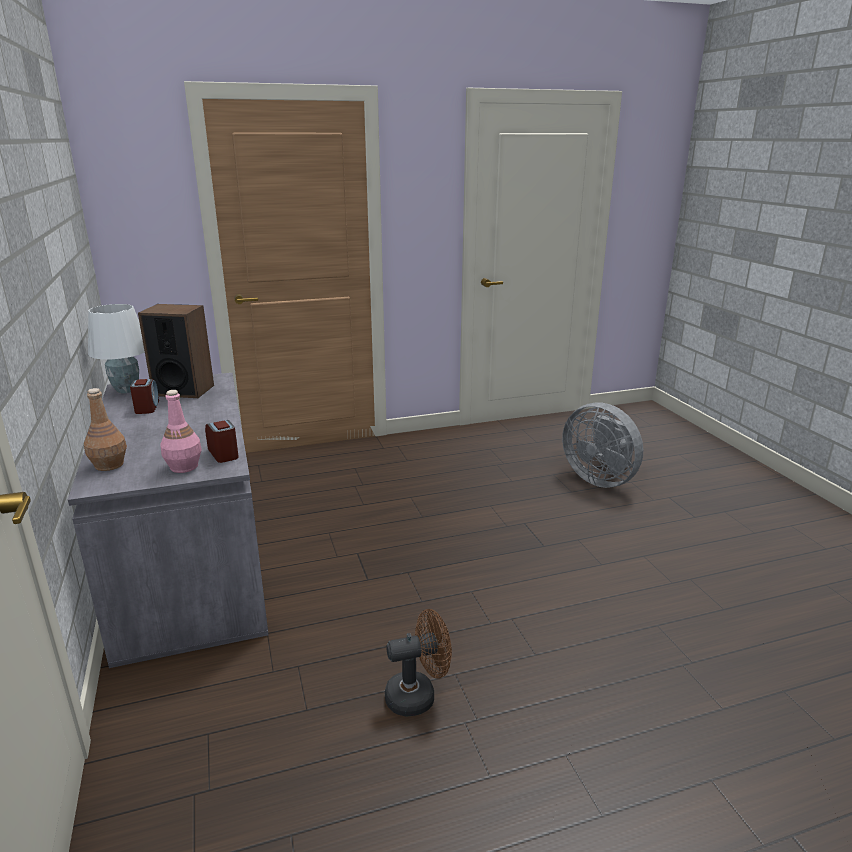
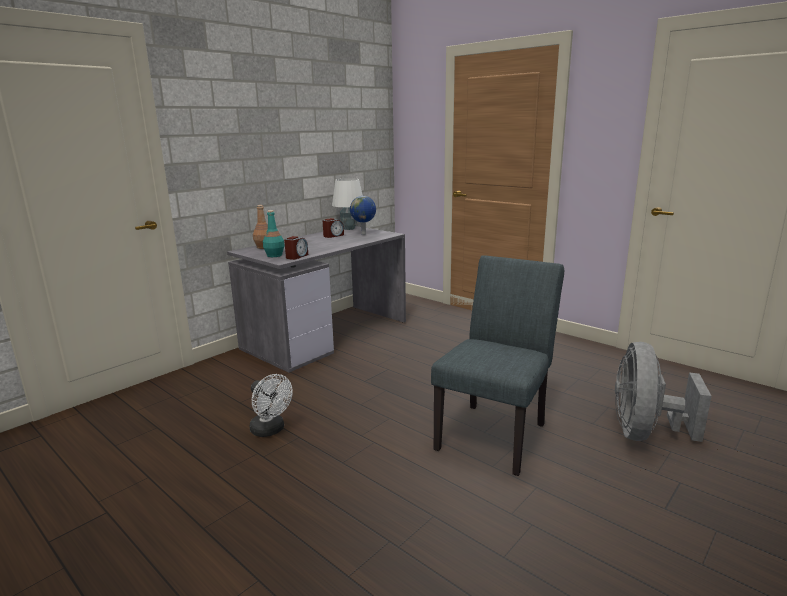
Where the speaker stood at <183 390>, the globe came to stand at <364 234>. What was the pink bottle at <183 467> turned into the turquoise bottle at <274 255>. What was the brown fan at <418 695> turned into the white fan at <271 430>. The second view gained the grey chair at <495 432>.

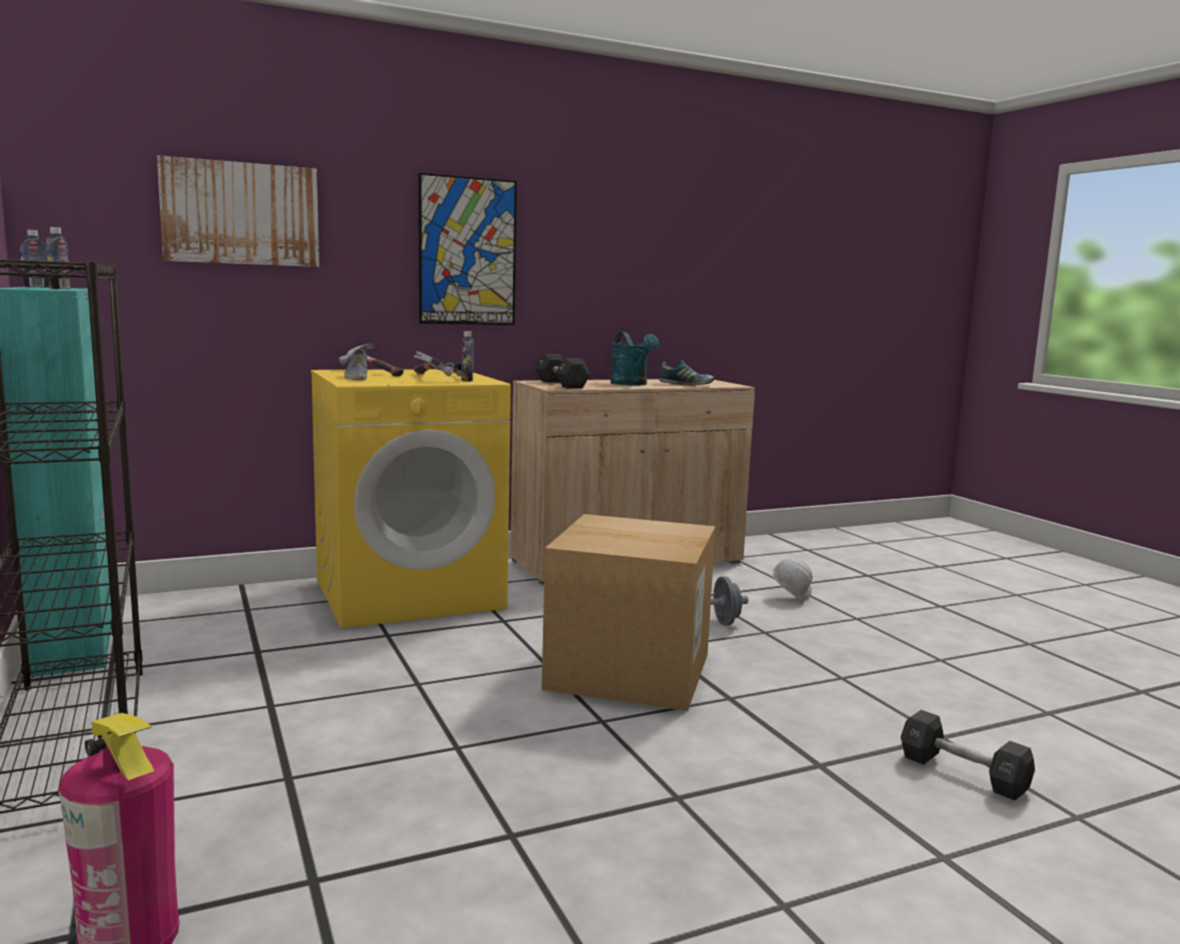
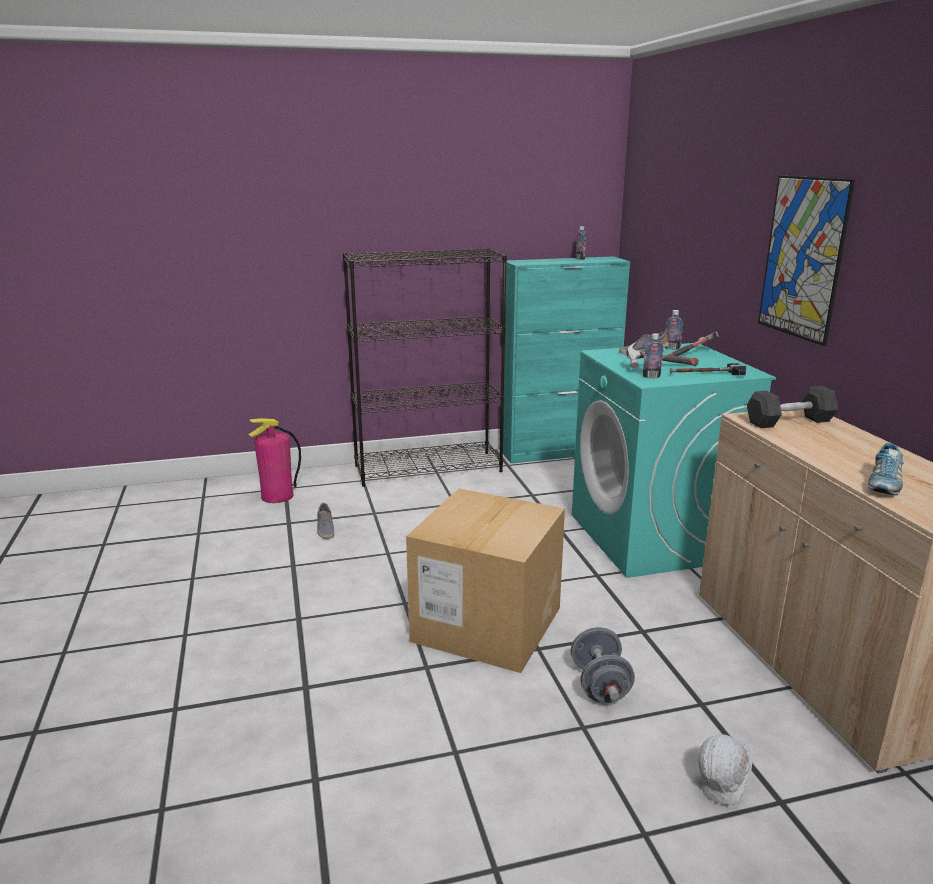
The bottle ended up elsewhere, having gone from <60 289> to <672 348>. The second view lost the picture at <241 214>. What was the yellow washing machine at <409 593> turned into the turquoise washing machine at <654 537>. The second view lost the turquoise watering can at <632 384>. The second view lost the black dumbbell at <963 773>. The second view gained the shoe at <325 529>.

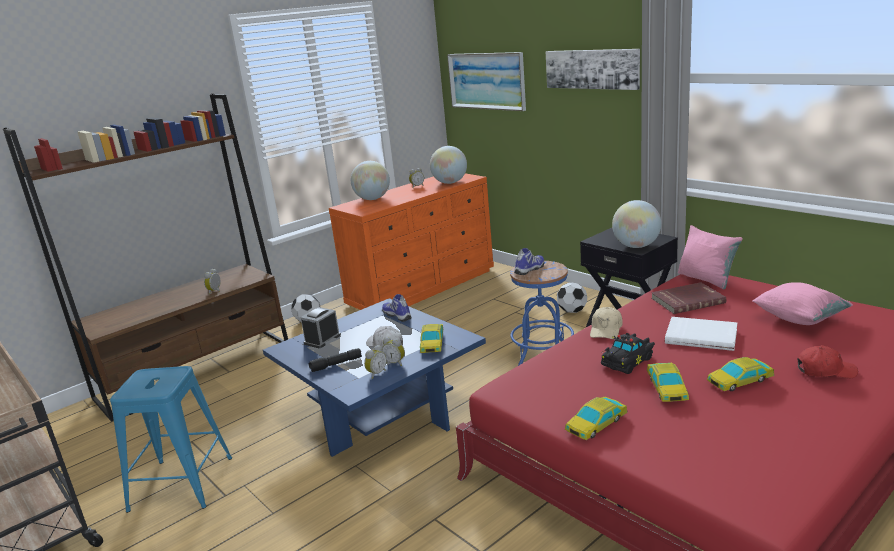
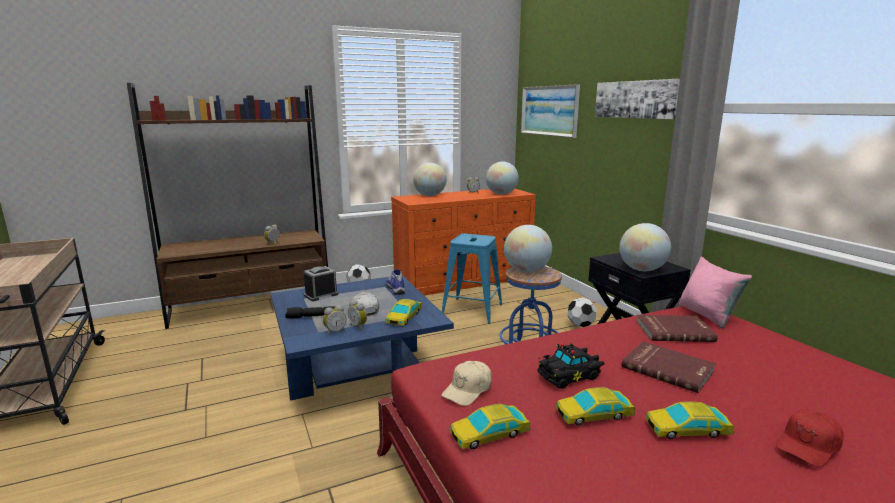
The blue stool ended up elsewhere, having gone from <181 483> to <472 310>. Where the shoe stood at <530 269>, the globe came to stand at <526 271>. The beige cap ended up elsewhere, having gone from <606 330> to <468 390>. The toy car at <667 387> ended up facing another way, 60 degrees clockwise from before. What was the white book at <701 336> turned into the red book at <668 368>. The second view lost the pink pillow at <799 319>. The red cap at <825 370> ended up facing another way, 120 degrees clockwise from before.

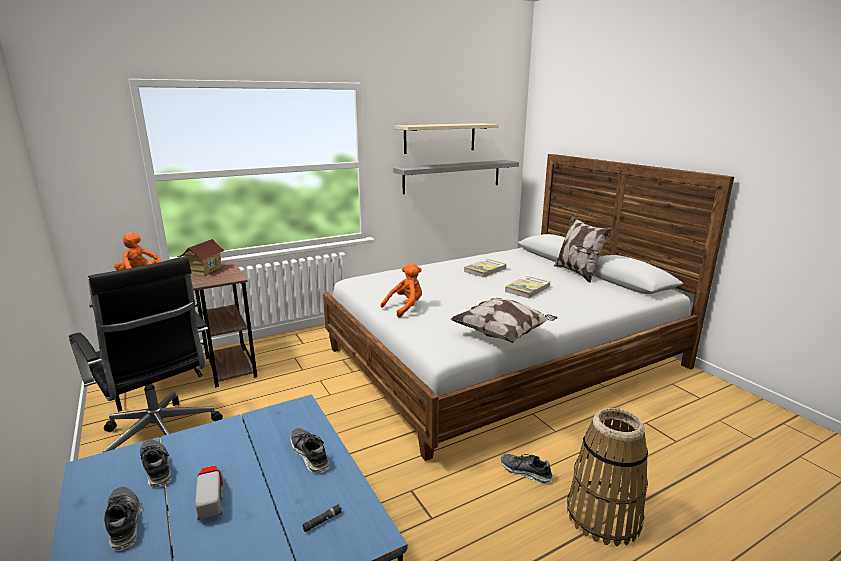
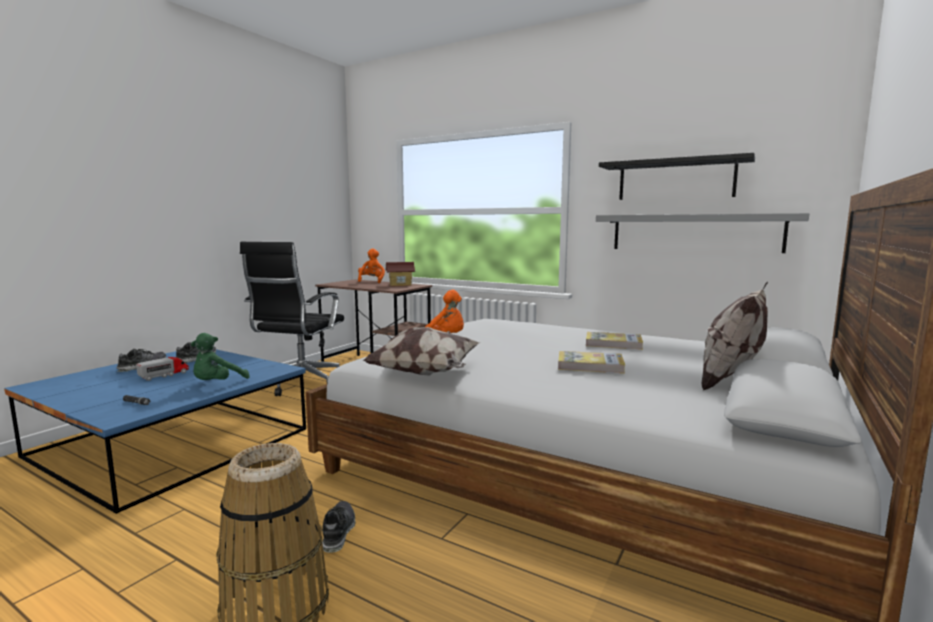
Where the shoe stood at <309 455>, the green plush toy came to stand at <217 384>. What was the beige shelf at <440 138> turned into the black shelf at <675 180>.

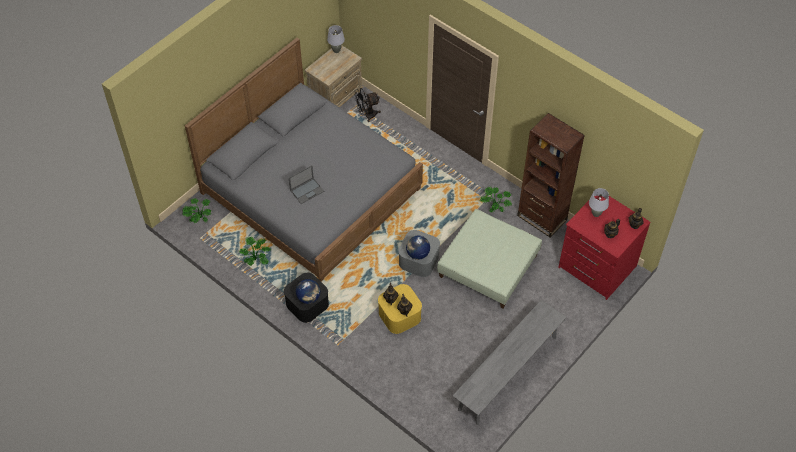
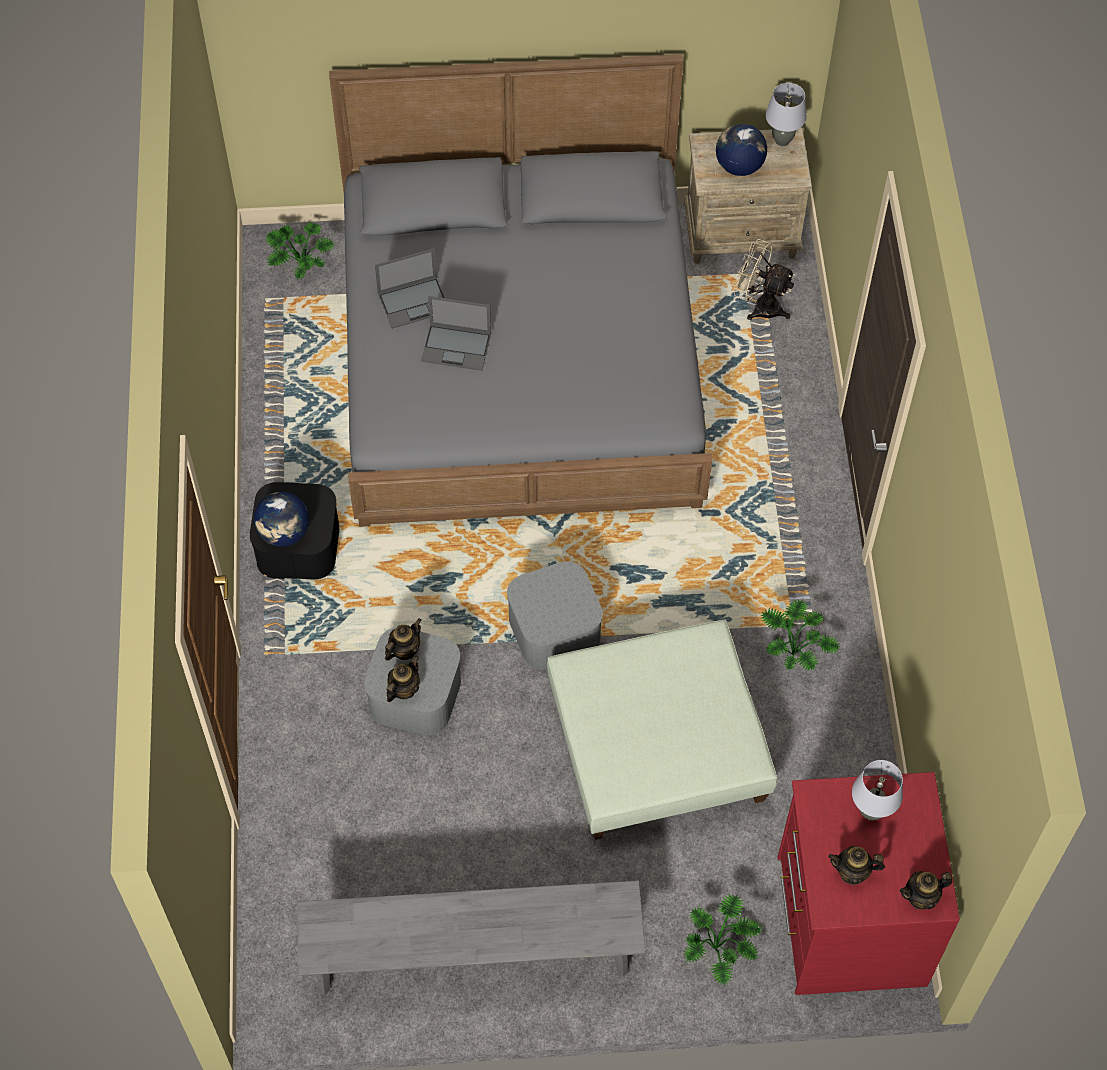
The potted plant ended up elsewhere, having gone from <256 259> to <720 949>. What was the black fan at <367 115> turned into the beige fan at <760 306>. What was the yellow storage box at <399 315> turned into the grey storage box at <415 694>. The globe ended up elsewhere, having gone from <417 254> to <739 166>. The second view lost the brown bookcase at <542 218>. The second view gained the laptop at <414 302>.

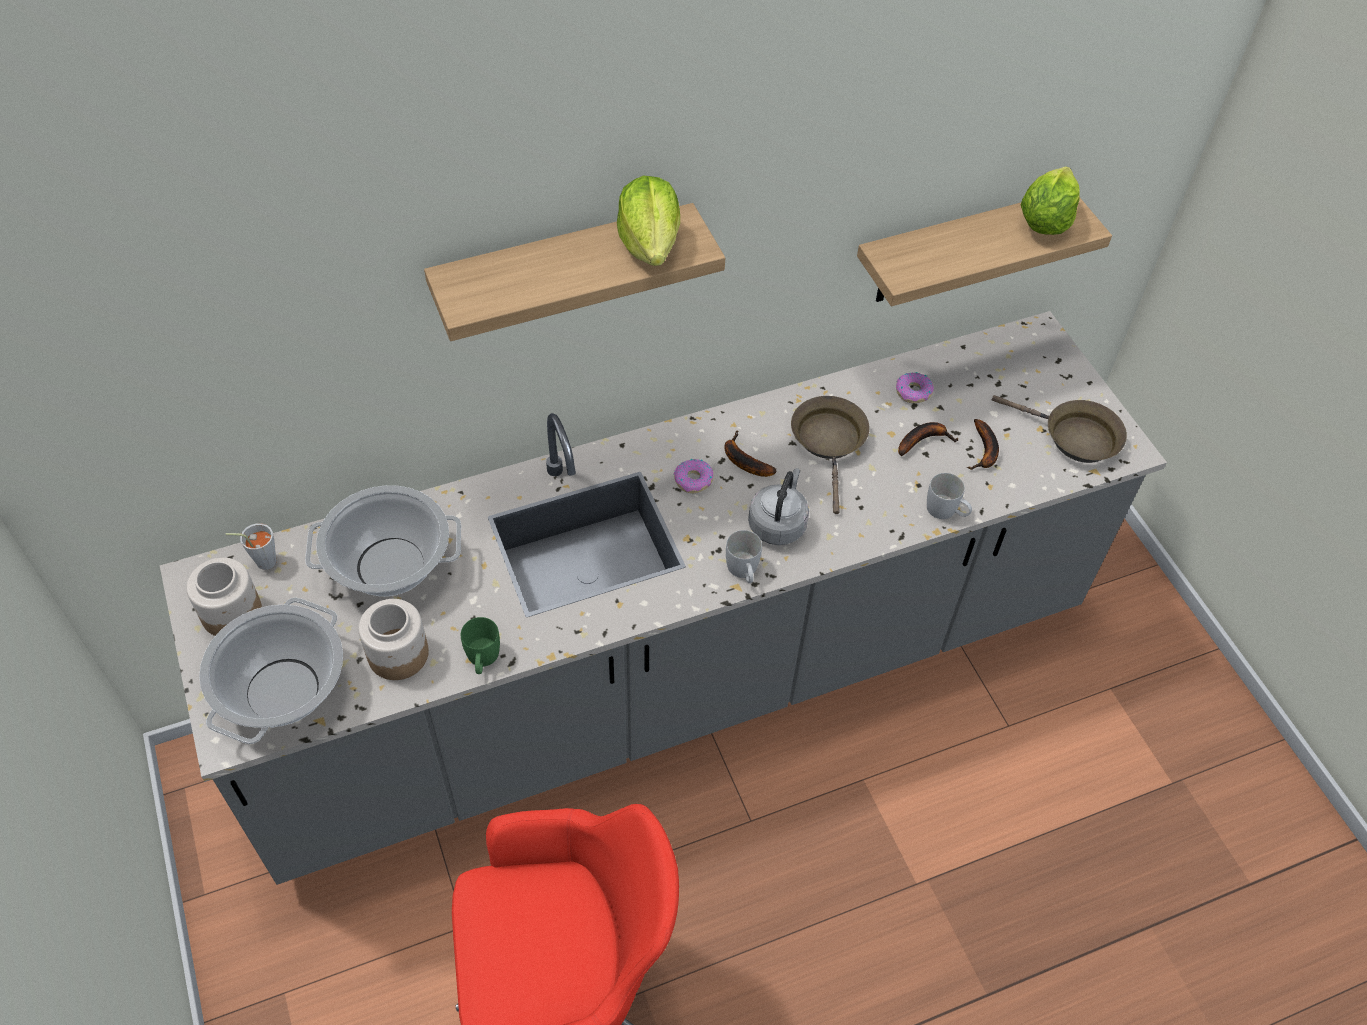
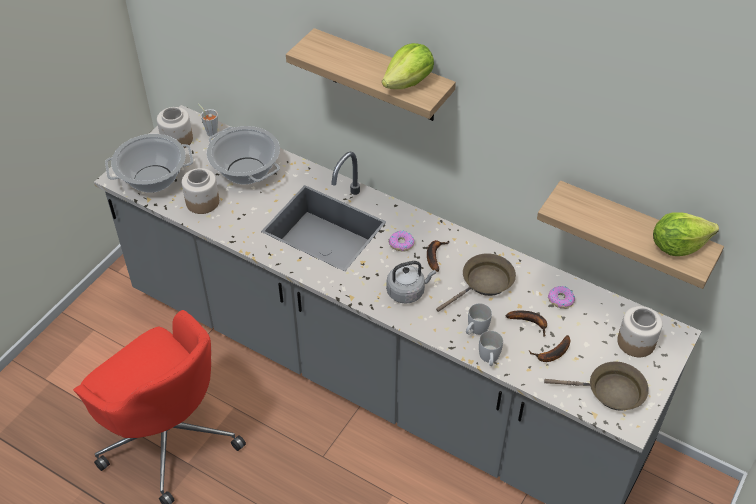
The second view lost the green mug at <482 660>. The white mug ended up elsewhere, having gone from <743 571> to <475 330>. The brown frying pan at <1074 437> ended up facing another way, 75 degrees counterclockwise from before. The second view gained the jar at <635 342>.

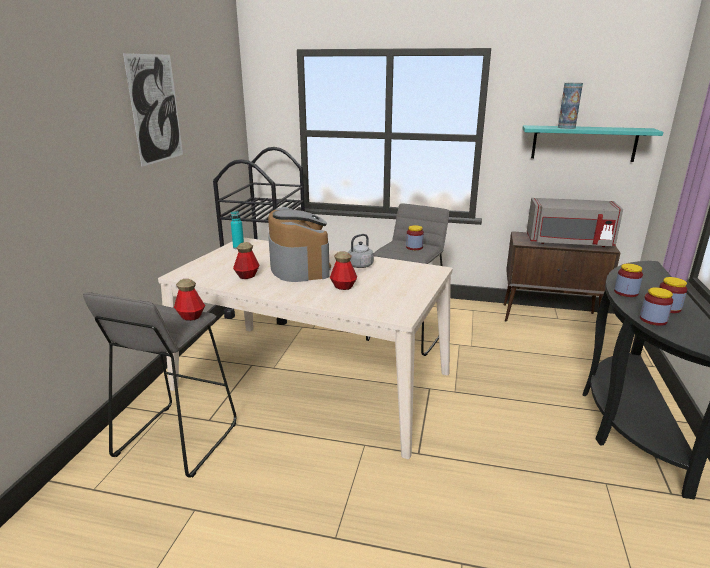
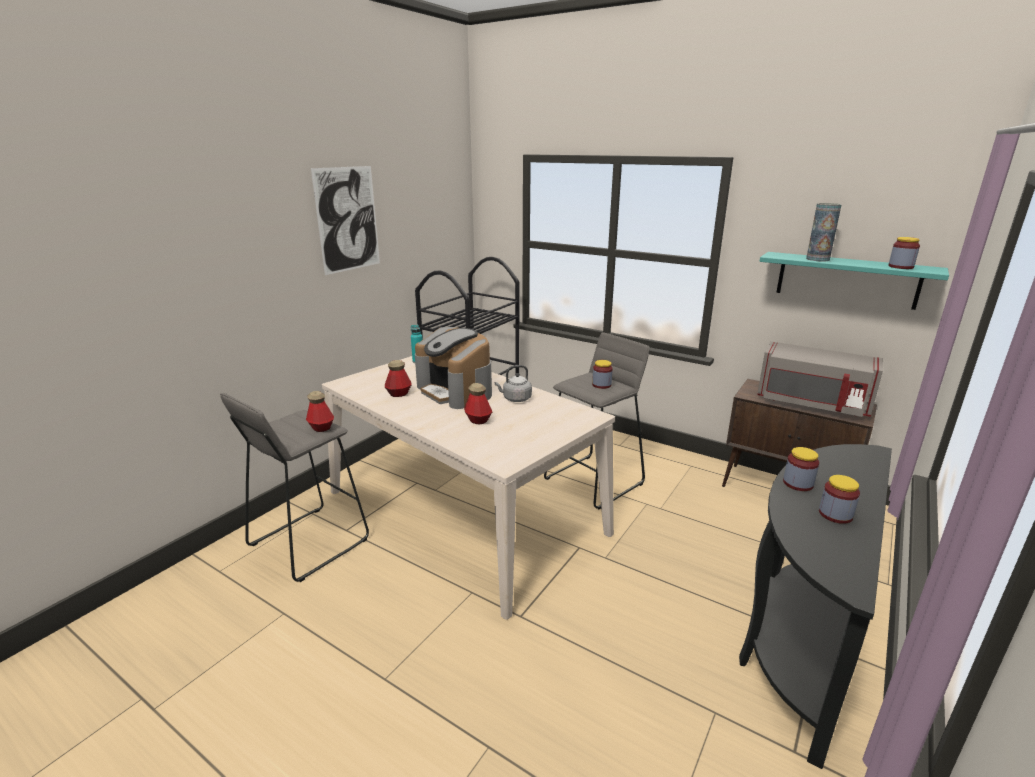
The coffee machine at <299 266> ended up facing another way, 135 degrees clockwise from before. The jar ended up elsewhere, having gone from <653 320> to <900 267>.

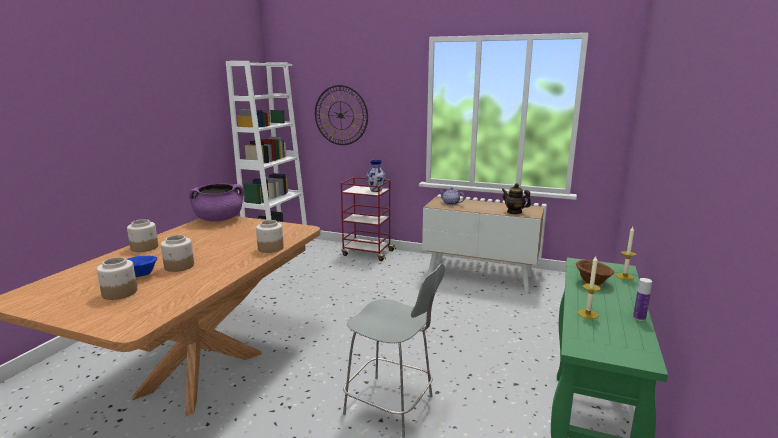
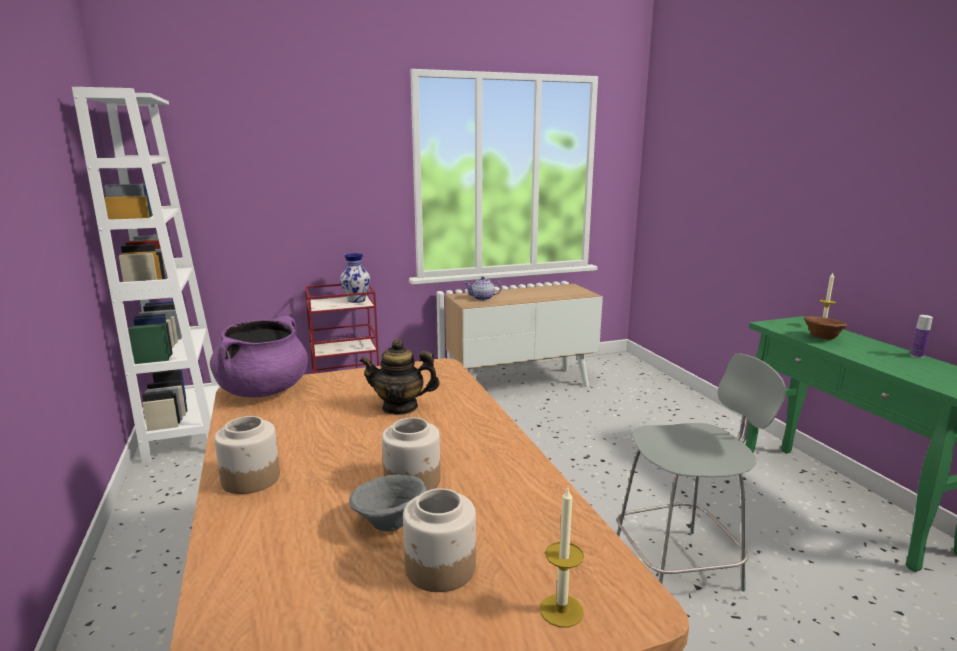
What was the blue bowl at <140 275> turned into the grey bowl at <390 524>. The second view lost the jar at <270 248>. The second view lost the wall clock at <341 115>. The teapot ended up elsewhere, having gone from <514 212> to <400 407>. The candle ended up elsewhere, having gone from <587 314> to <561 610>.

